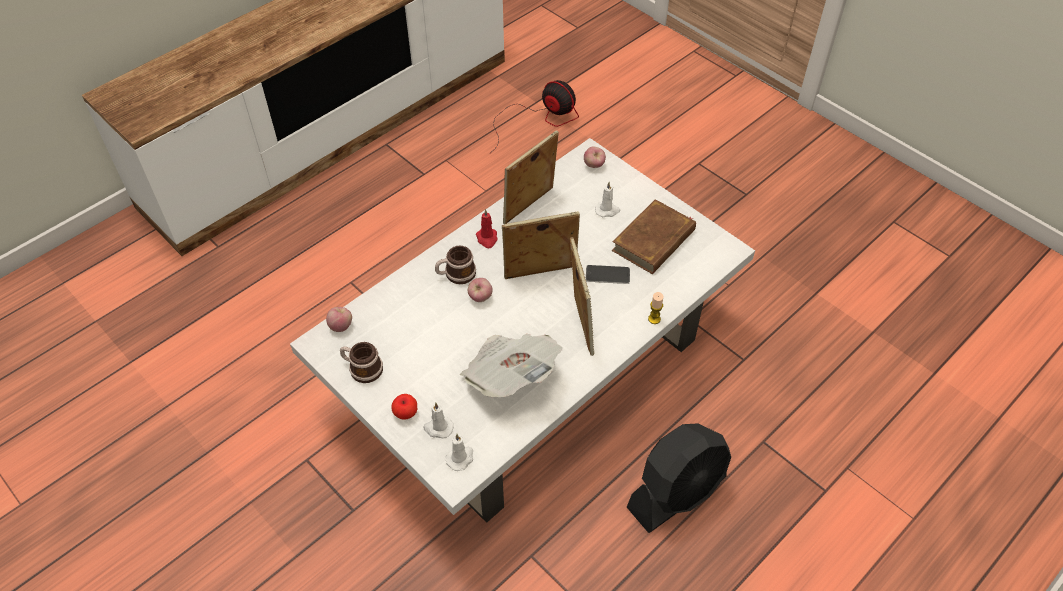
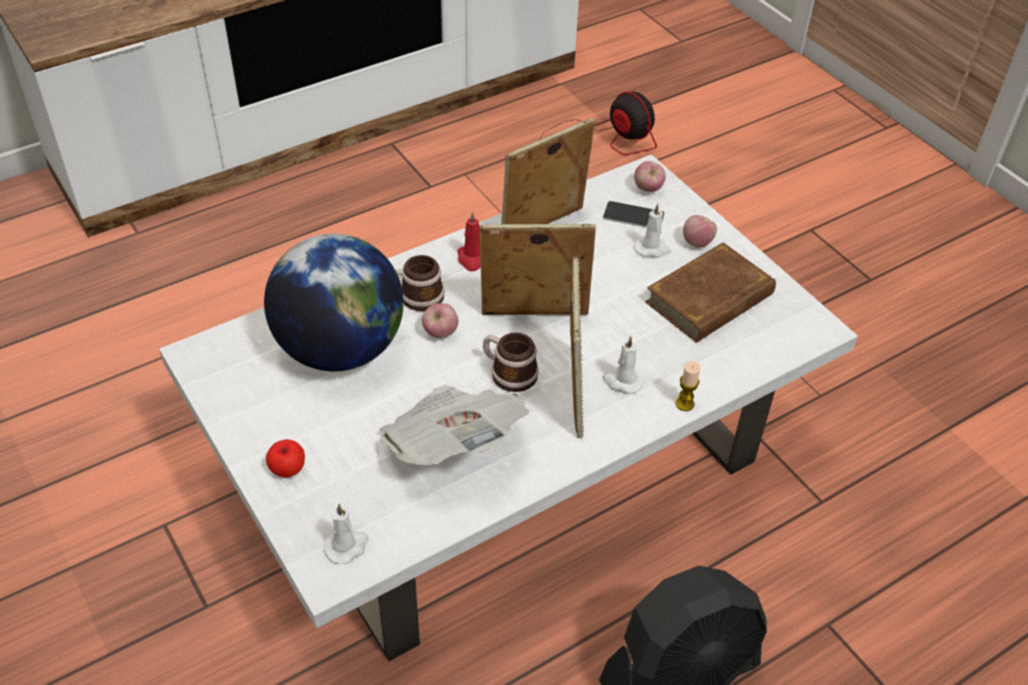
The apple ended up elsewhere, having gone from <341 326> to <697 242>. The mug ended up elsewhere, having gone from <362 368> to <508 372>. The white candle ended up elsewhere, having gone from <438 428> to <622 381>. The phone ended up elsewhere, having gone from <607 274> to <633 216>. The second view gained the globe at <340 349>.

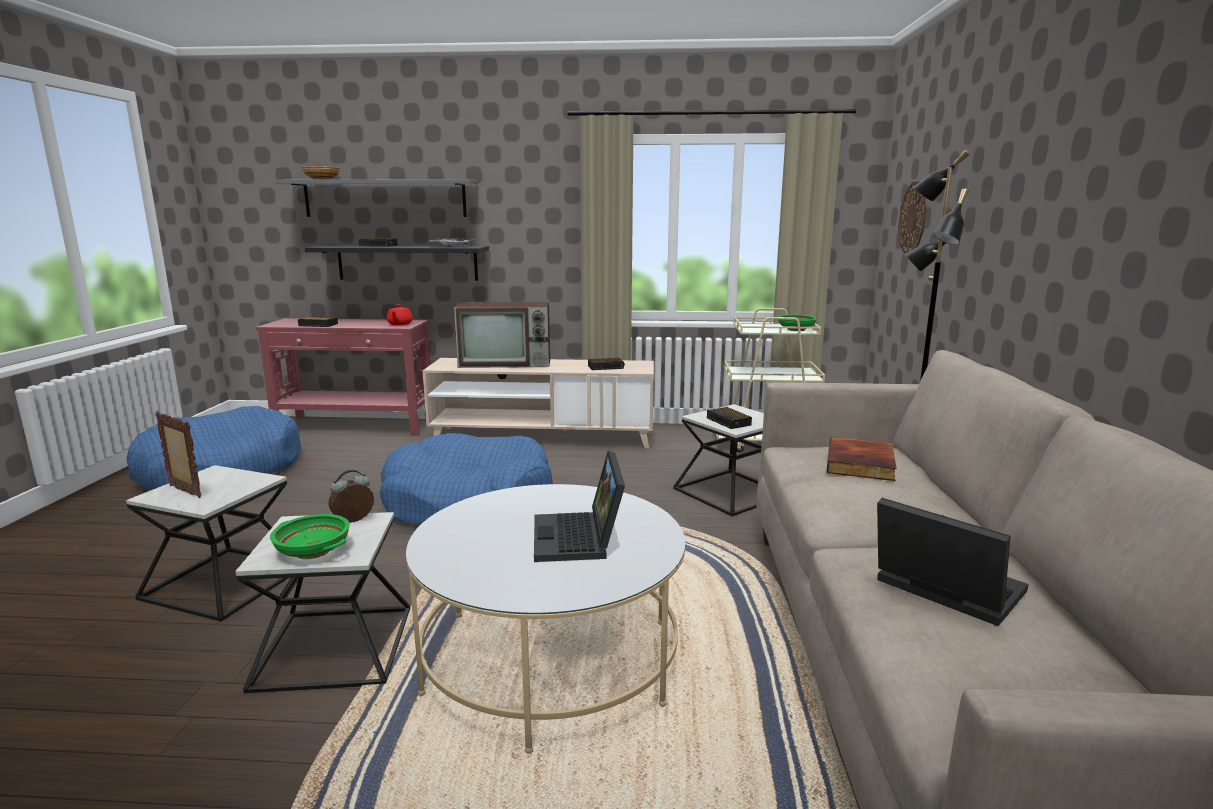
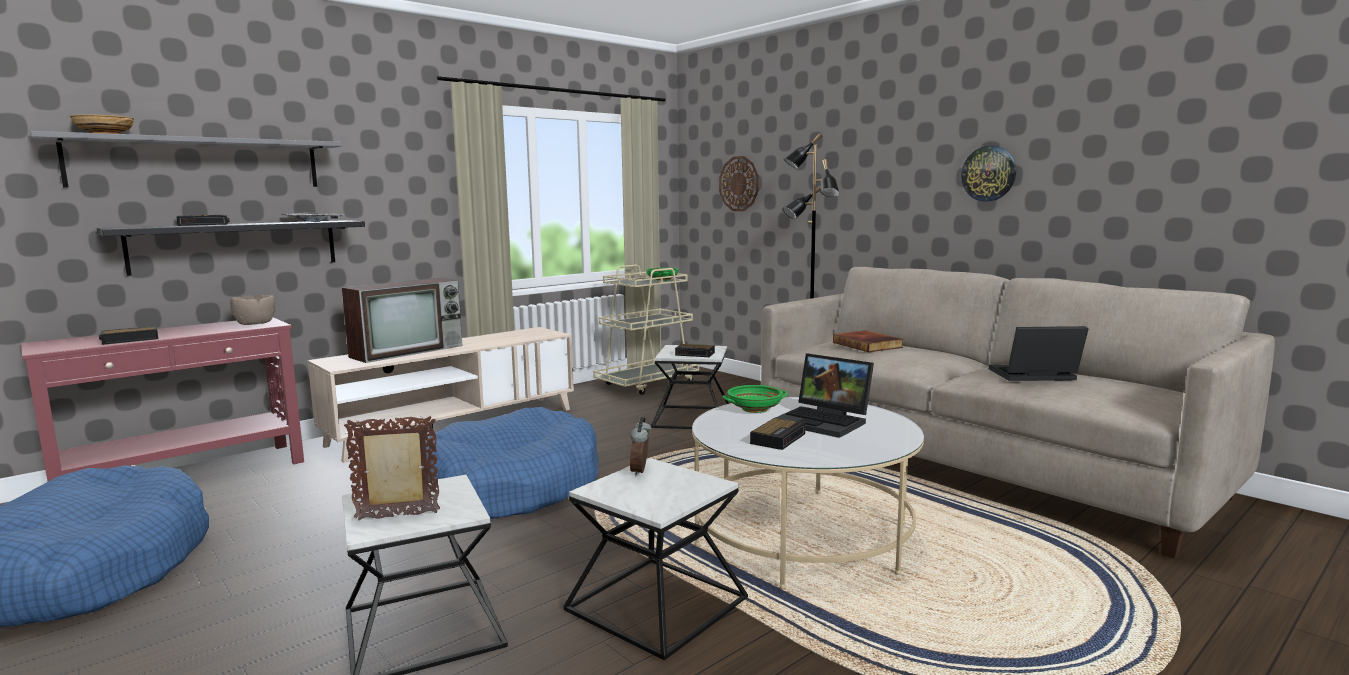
The green bowl ended up elsewhere, having gone from <312 551> to <754 409>. Where the red teapot stood at <399 324>, the brown bowl came to stand at <256 324>. The alarm clock ended up elsewhere, having gone from <606 367> to <778 438>. The second view gained the wall clock at <989 173>.

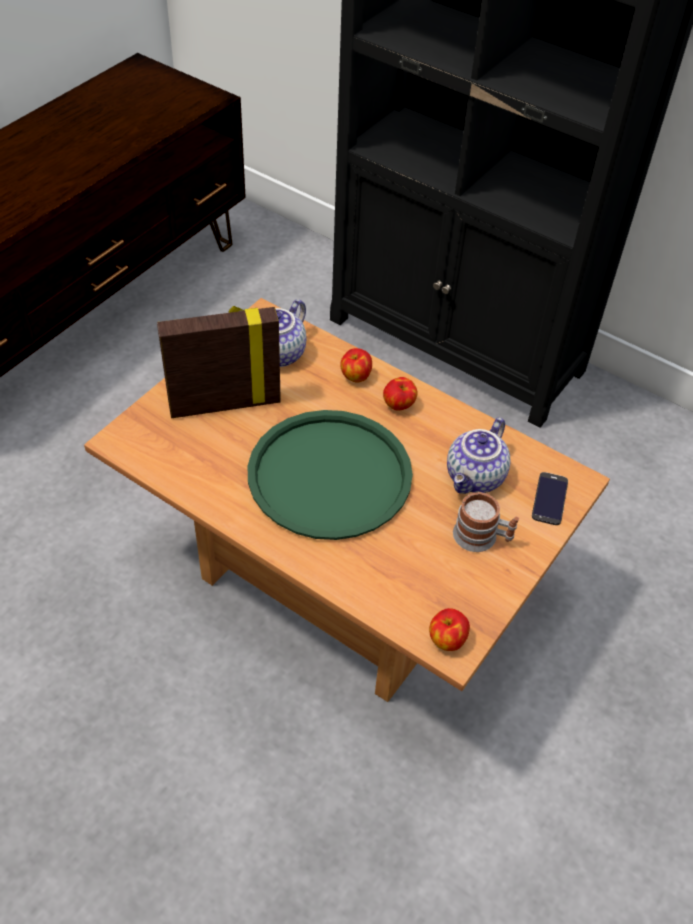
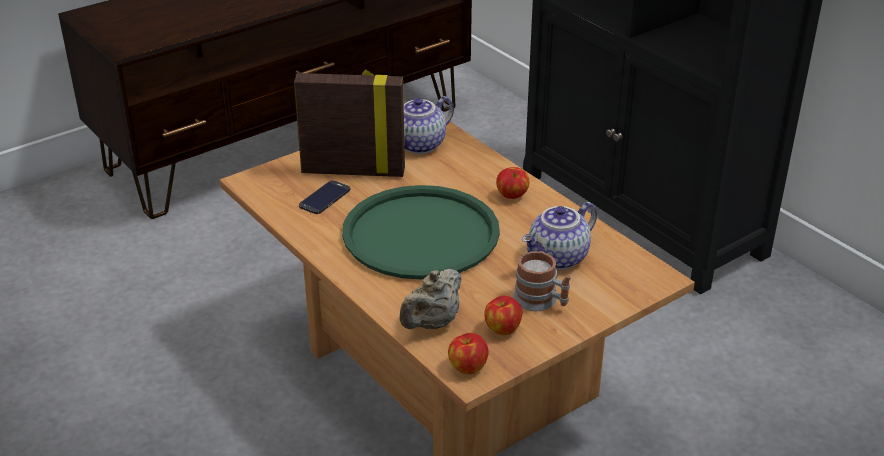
The apple ended up elsewhere, having gone from <355 376> to <502 329>. The phone ended up elsewhere, having gone from <550 499> to <325 198>. The second view gained the beige teapot at <432 323>.

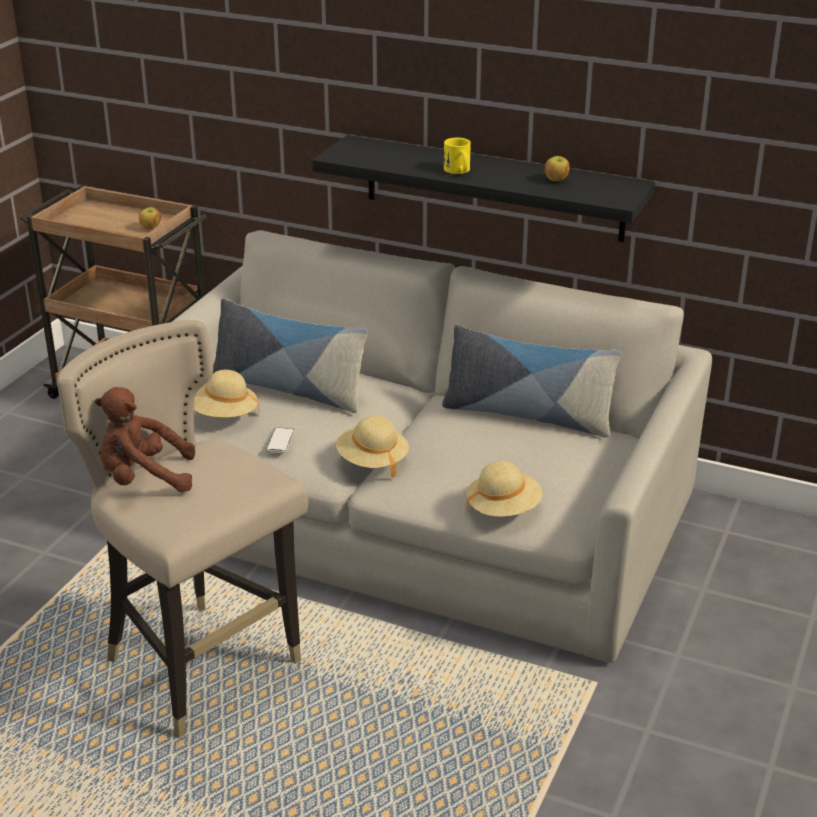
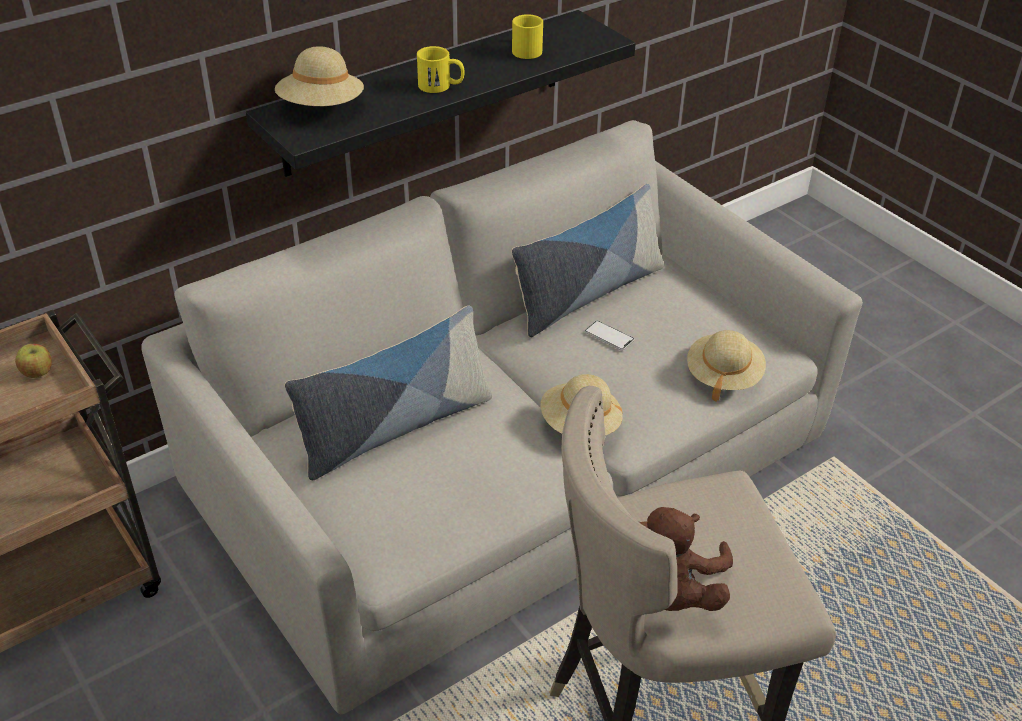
The beige hat ended up elsewhere, having gone from <224 415> to <321 108>. The phone ended up elsewhere, having gone from <280 441> to <609 336>. Where the apple stood at <556 180>, the yellow mug came to stand at <525 49>.

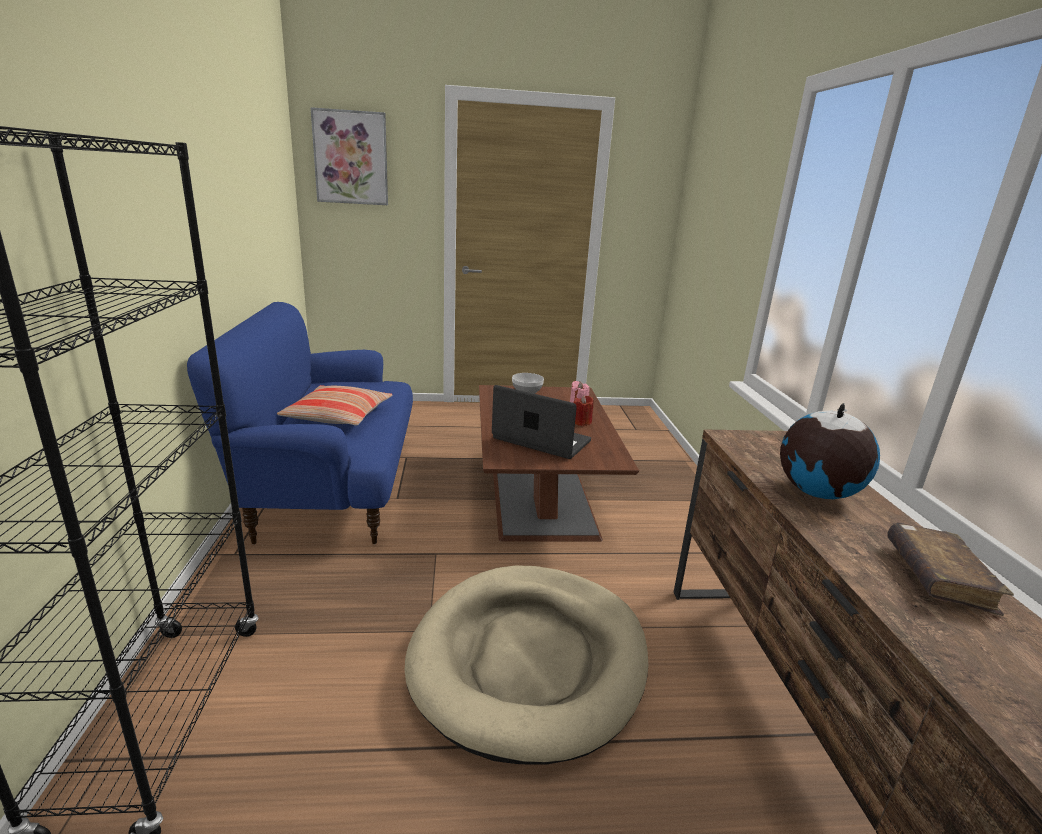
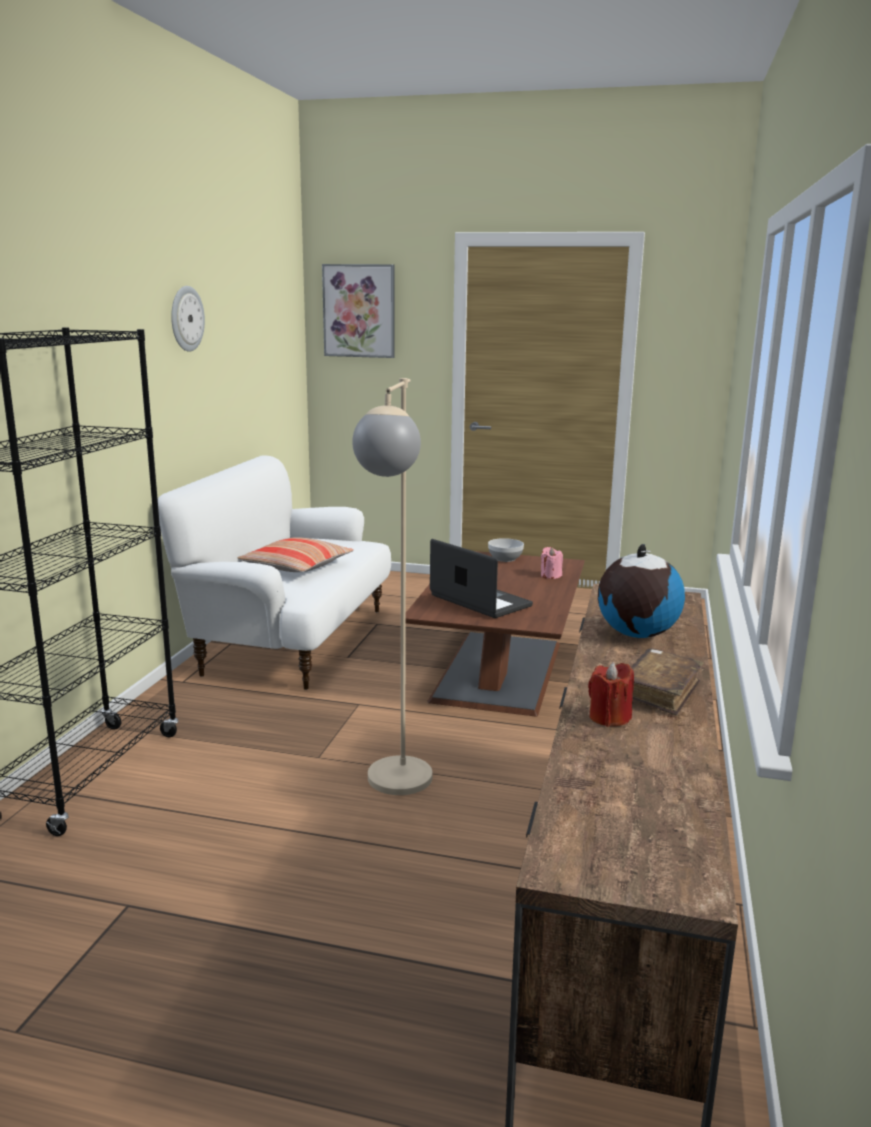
What was the blue sofa at <332 486> turned into the white sofa at <292 640>. Where the beige dog bed stood at <529 660>, the beige floor lamp came to stand at <395 790>. The red candle ended up elsewhere, having gone from <581 422> to <609 717>. The second view gained the wall clock at <186 318>.

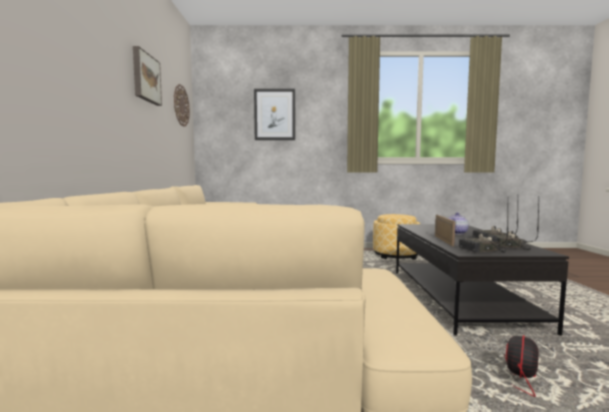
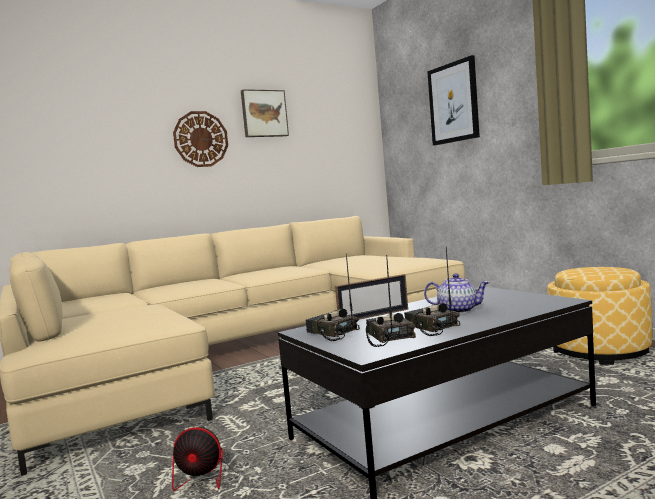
The wall clock ended up elsewhere, having gone from <181 105> to <201 139>.

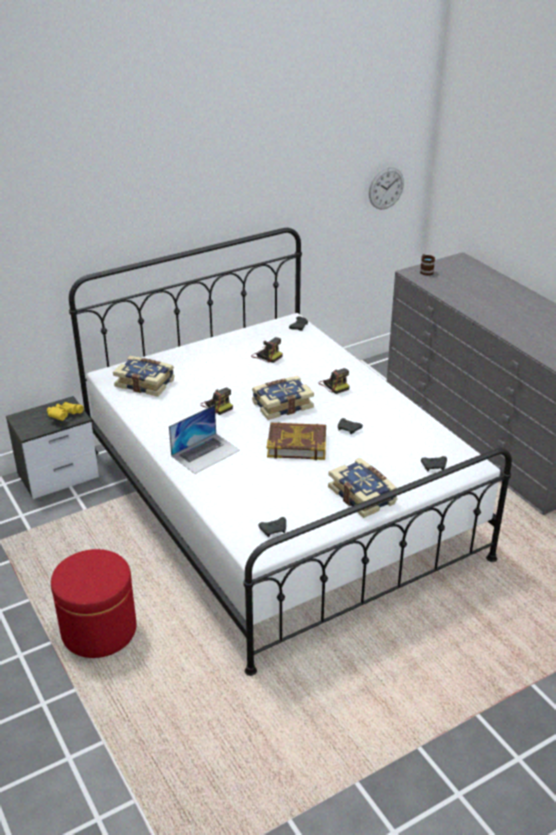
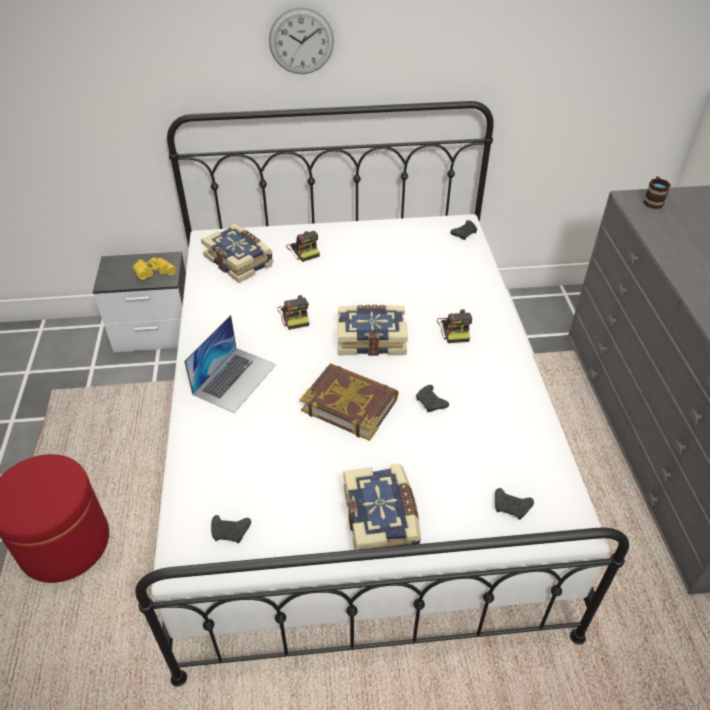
The laptop at <205 453> ended up facing another way, 45 degrees counterclockwise from before. The photo camera ended up elsewhere, having gone from <266 355> to <304 250>. The wall clock ended up elsewhere, having gone from <386 188> to <301 41>.

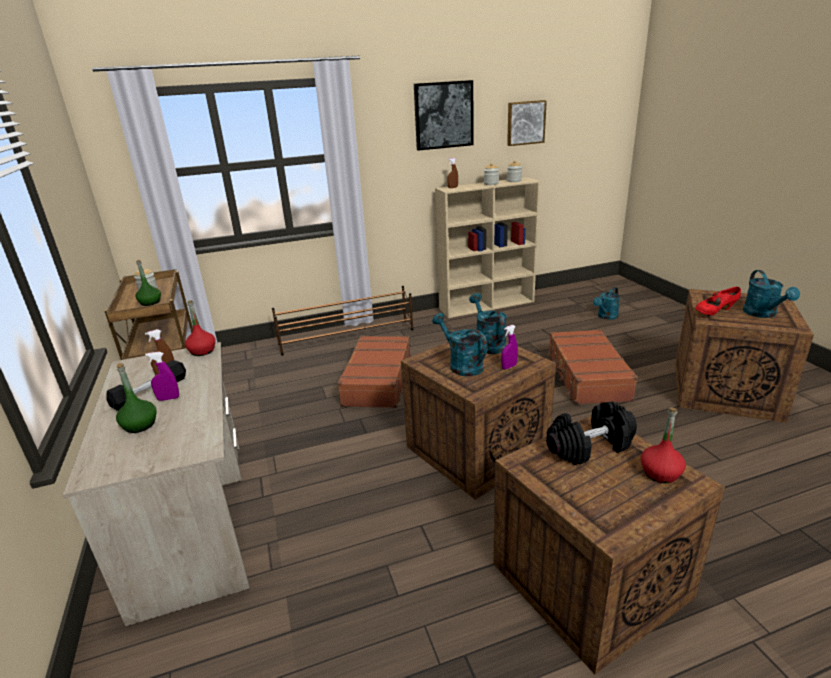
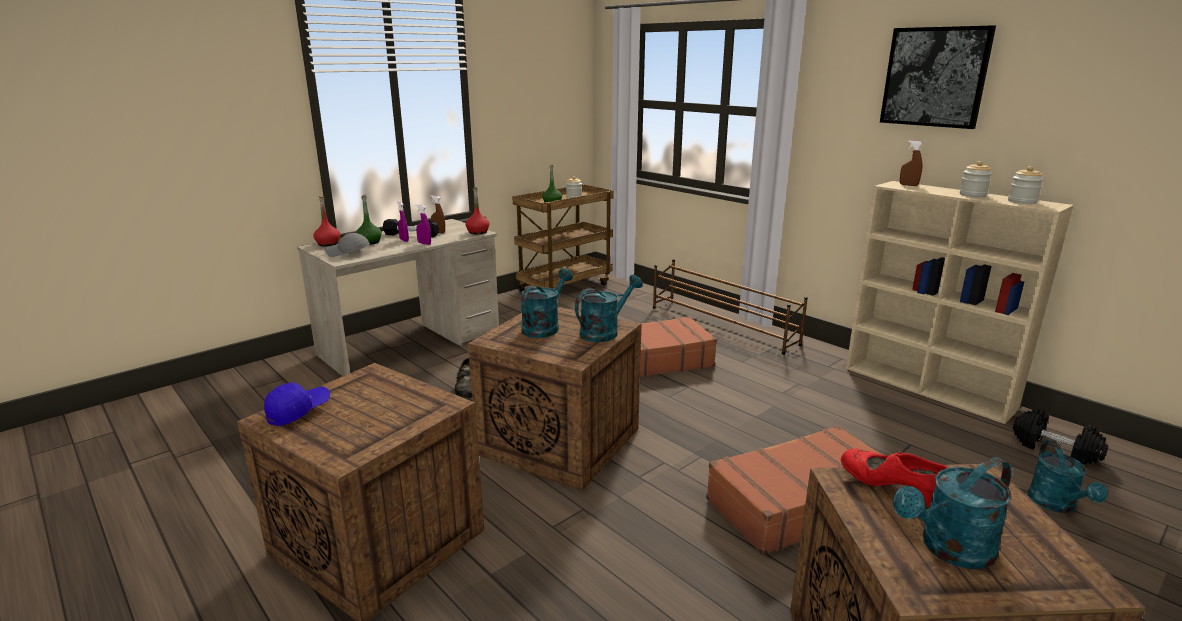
The purple spray bottle ended up elsewhere, having gone from <509 367> to <424 243>. The second view lost the picture at <525 123>. The black dumbbell ended up elsewhere, having gone from <589 446> to <1055 450>. The turquoise watering can at <606 317> ended up facing another way, 105 degrees counterclockwise from before. The red bottle ended up elsewhere, having gone from <660 473> to <328 244>. The second view gained the blue cap at <298 411>. The second view gained the grey cap at <347 253>. The second view gained the black shoe at <466 391>.

